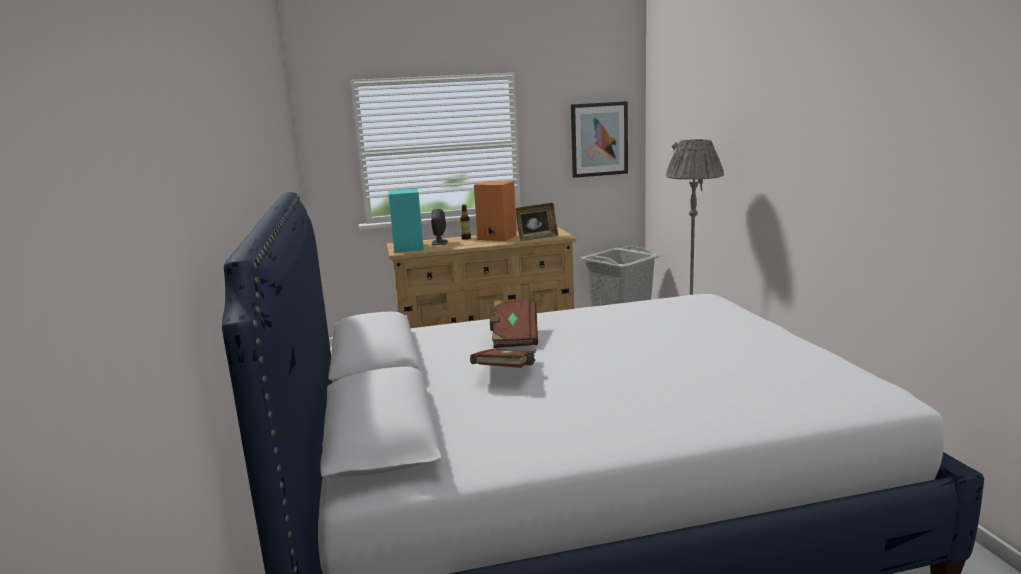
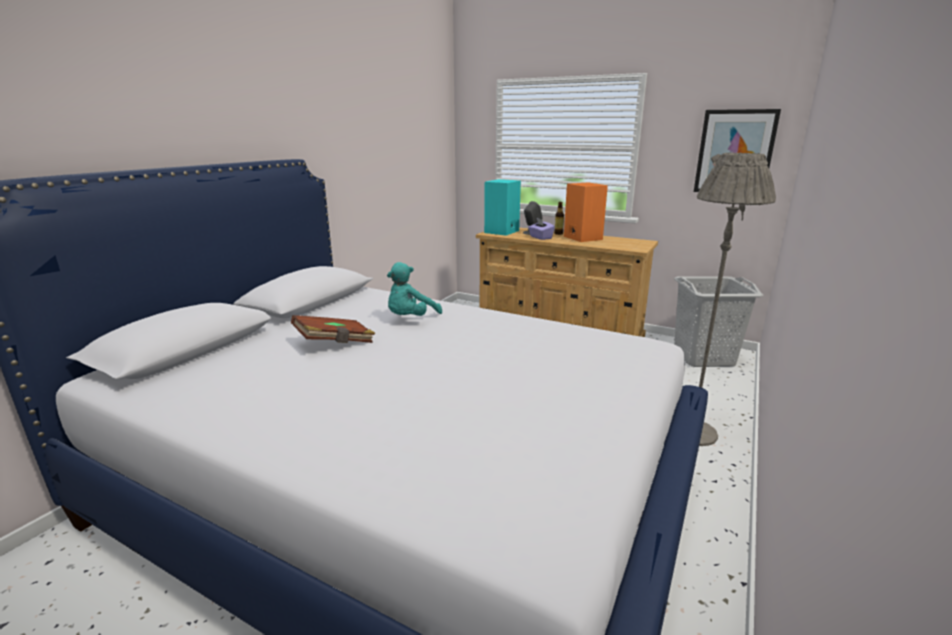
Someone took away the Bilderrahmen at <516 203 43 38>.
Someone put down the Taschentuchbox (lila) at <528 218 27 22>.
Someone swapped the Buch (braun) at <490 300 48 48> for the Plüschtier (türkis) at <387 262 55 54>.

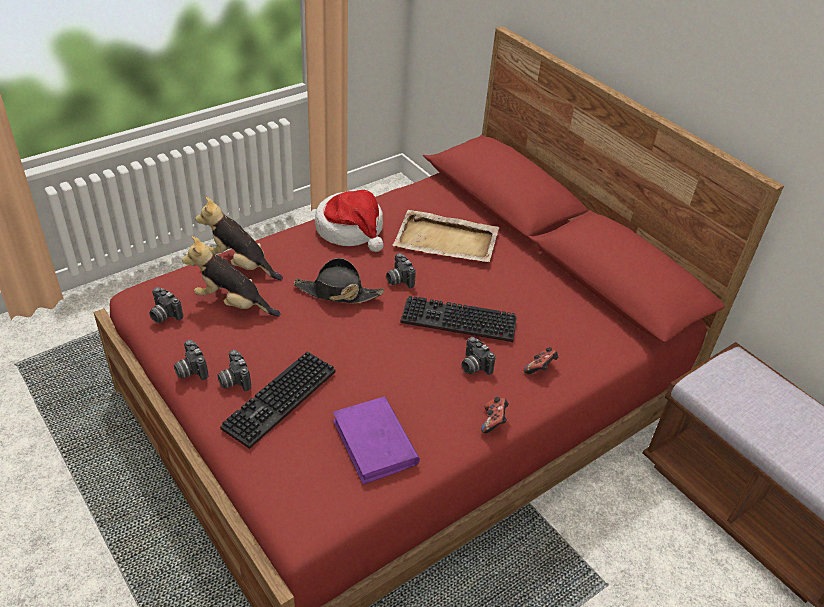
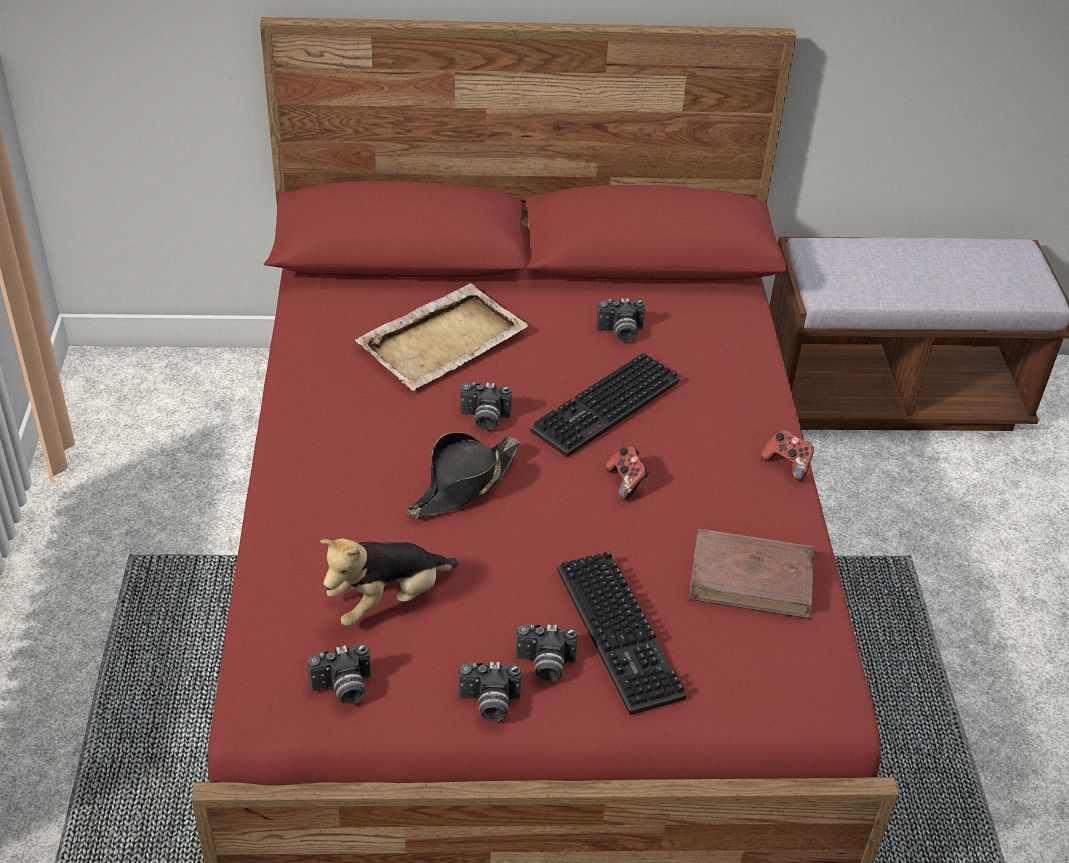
Someone took away the Plüschtier at <195 197 88 83>.
Someone took away the Hut at <315 190 69 62>.
Someone carried the Kamera from <462 337 33 38> to <596 298 50 44>.
Someone carried the Gamepad from <524 347 35 27> to <606 446 43 53>.
Someone repainted the Buch (lila) at <333 396 87 88>, which became the Buch (braun) at <689 529 125 90>.

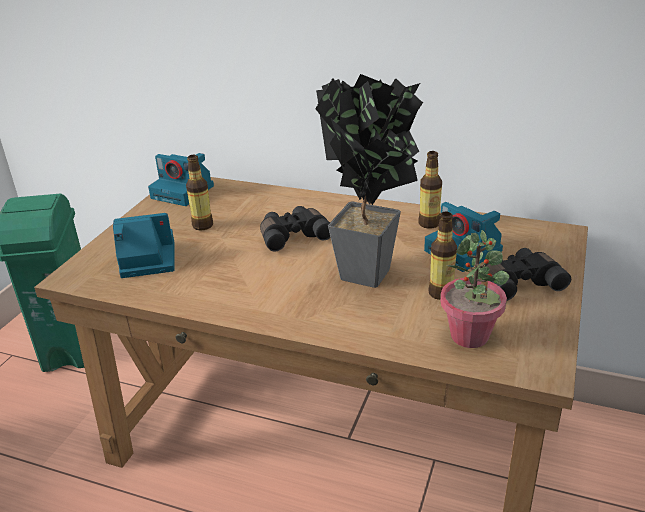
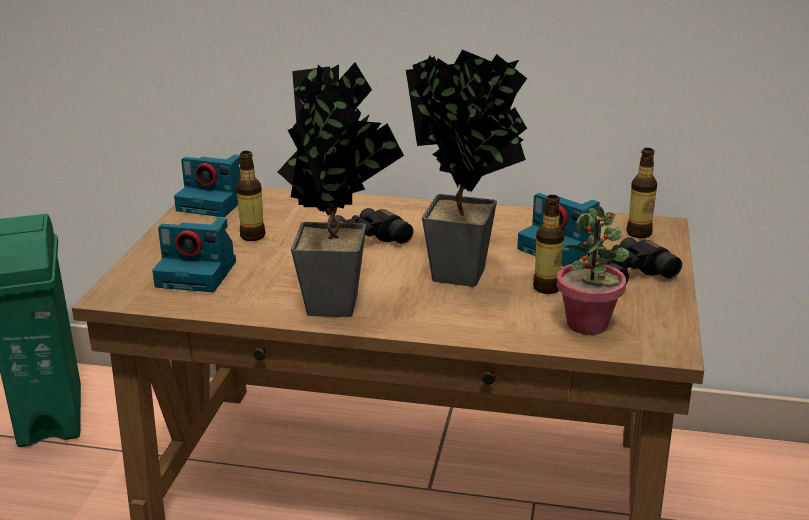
Someone put down the Topfpflanze at <278 62 126 255>.
Someone carried the Flasche from <418 151 24 78> to <626 148 31 90>.
Someone rotated the Kamera at <113 213 62 65> by 150 degrees counterclockwise.

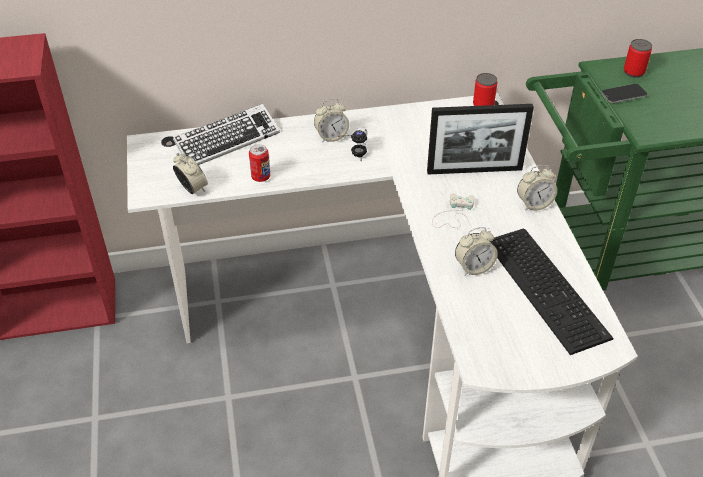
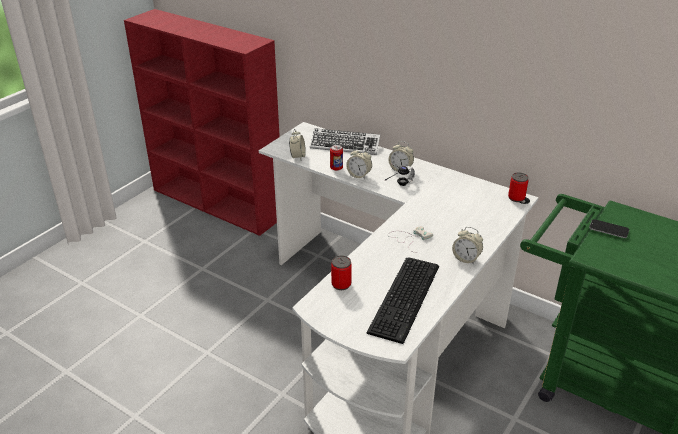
Someone took away the Bilderrahmen at <427 104 107 71>.
Someone carried the Wecker from <455 227 43 48> to <346 147 26 32>.
Someone carried the Dose from <624 39 28 39> to <331 256 21 34>.

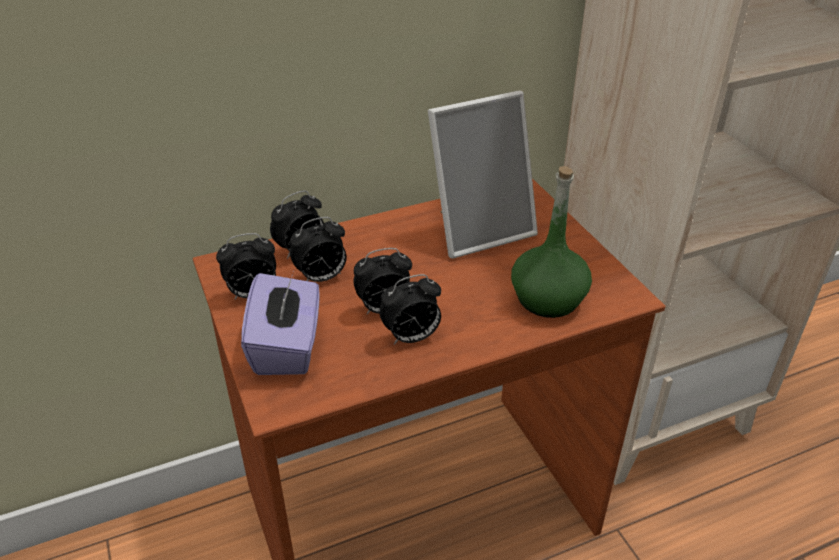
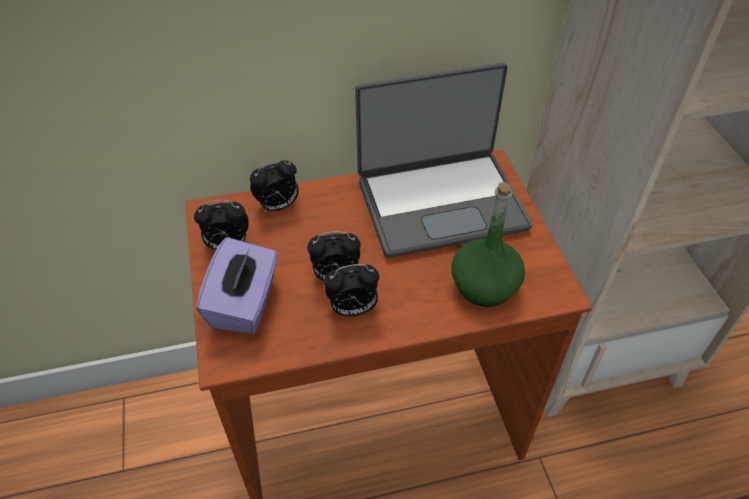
Someone took away the Wecker at <290 217 57 65>.
Someone swapped the Bilderrahmen at <428 91 110 168> for the Laptop at <355 62 178 196>.

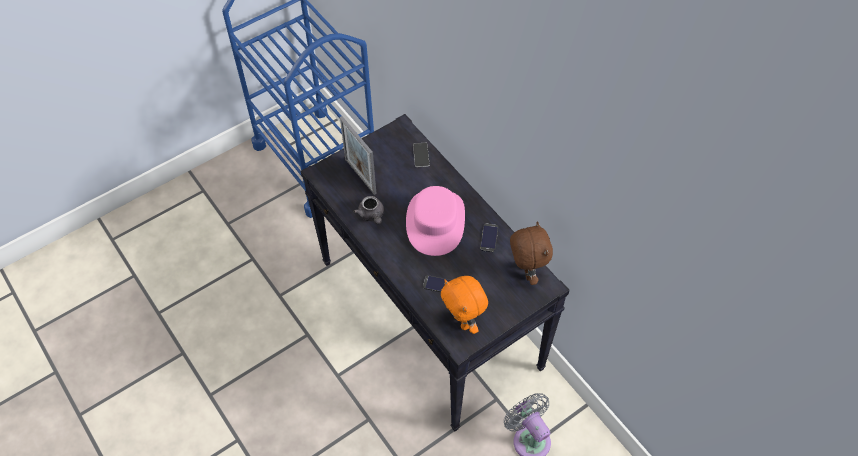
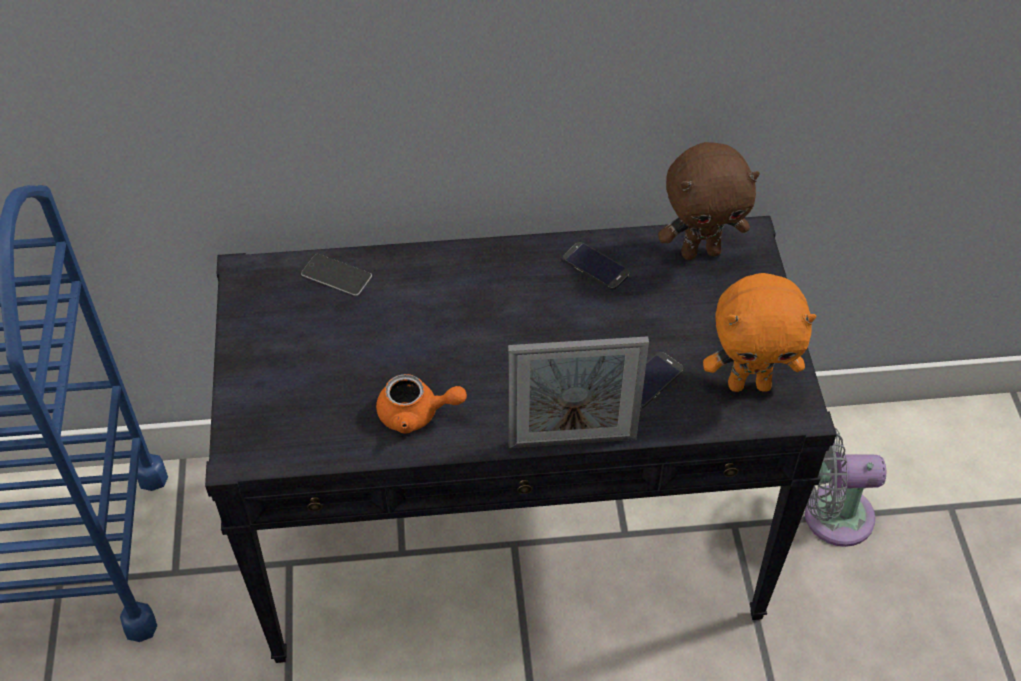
Someone took away the Hut (rosa) at <406 186 59 70>.
Someone carried the Bilderrahmen from <340 116 37 79> to <508 336 141 112>.
Someone repainted the Teekanne (grau) at <353 196 31 28>, which became the Teekanne (orange) at <376 374 91 59>.
Someone rotated the Plüschtier (braun) at <510 221 43 64> by 150 degrees clockwise.

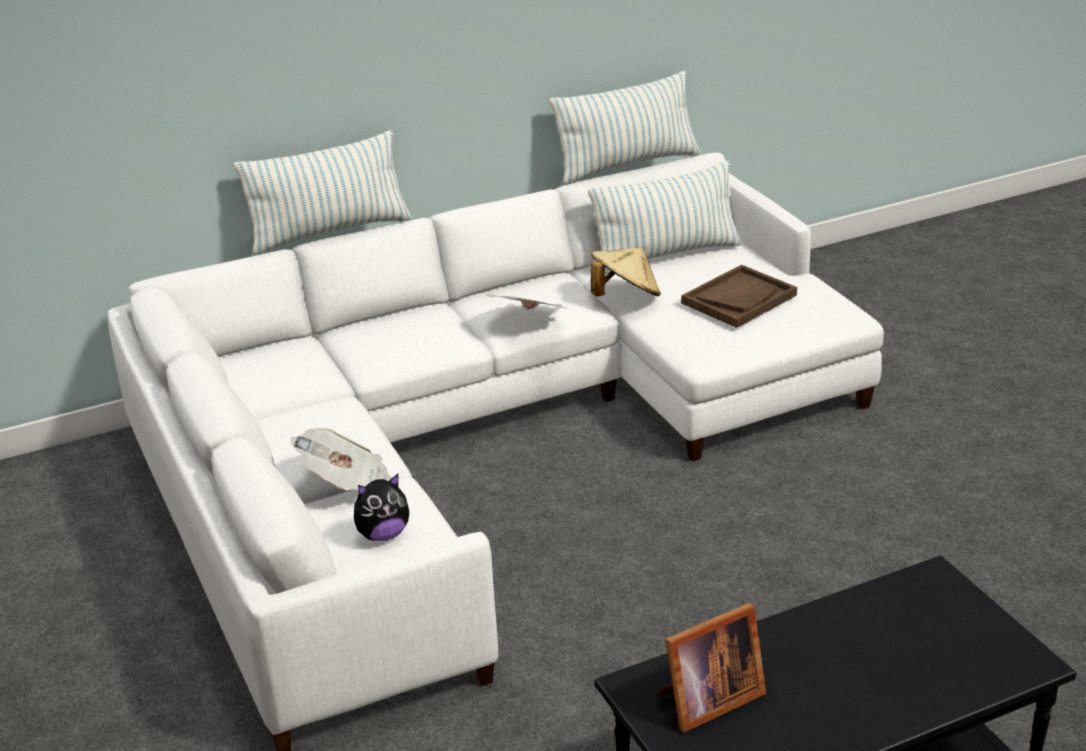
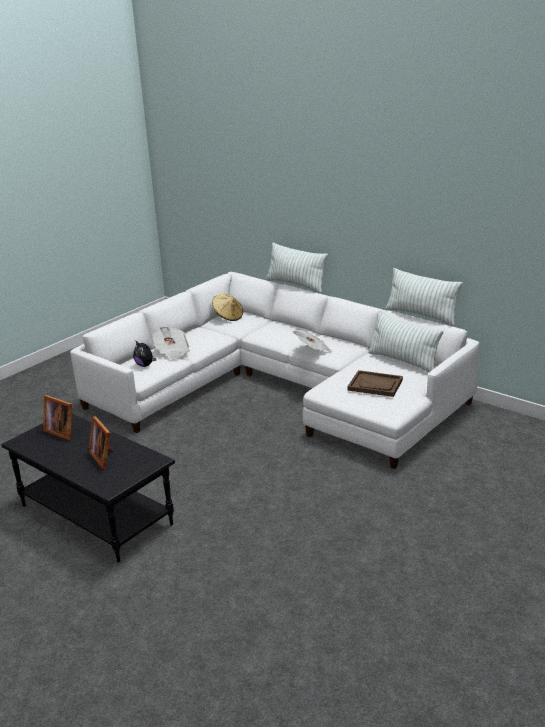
Someone put down the Bilderrahmen at <89 416 25 53>.
Someone carried the Hut (beige) from <590 247 71 49> to <212 293 31 28>.

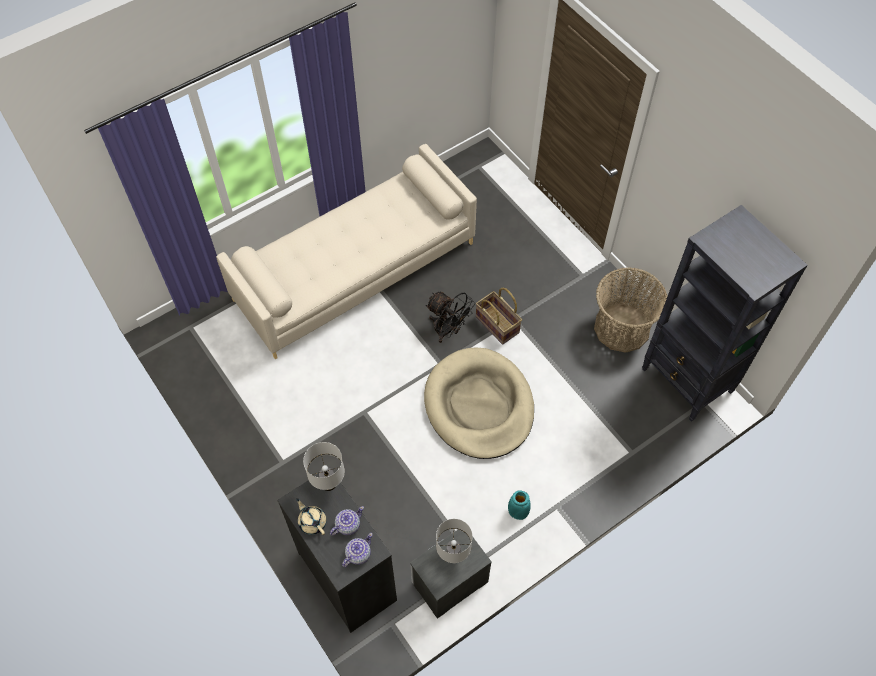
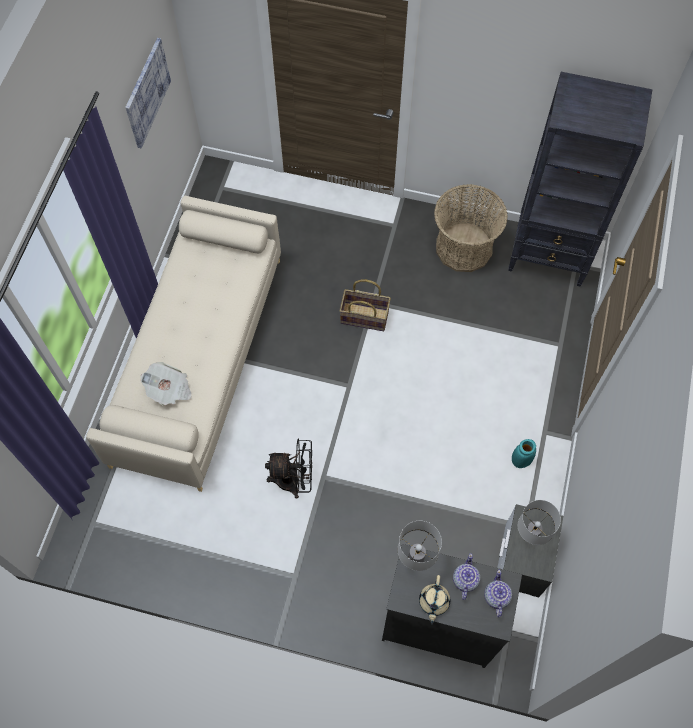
Someone took away the Hundebett (beige) at <424 347 110 112>.
Someone put up the Bild at <125 38 46 111>.
Someone put down the Zeitung at <140 362 52 44>.
Someone carried the Ventilator (schwarz) from <426 292 49 51> to <265 439 47 60>.
Someone rotated the Teekanne (beige) at <296 498 31 37> by 90 degrees counterclockwise.

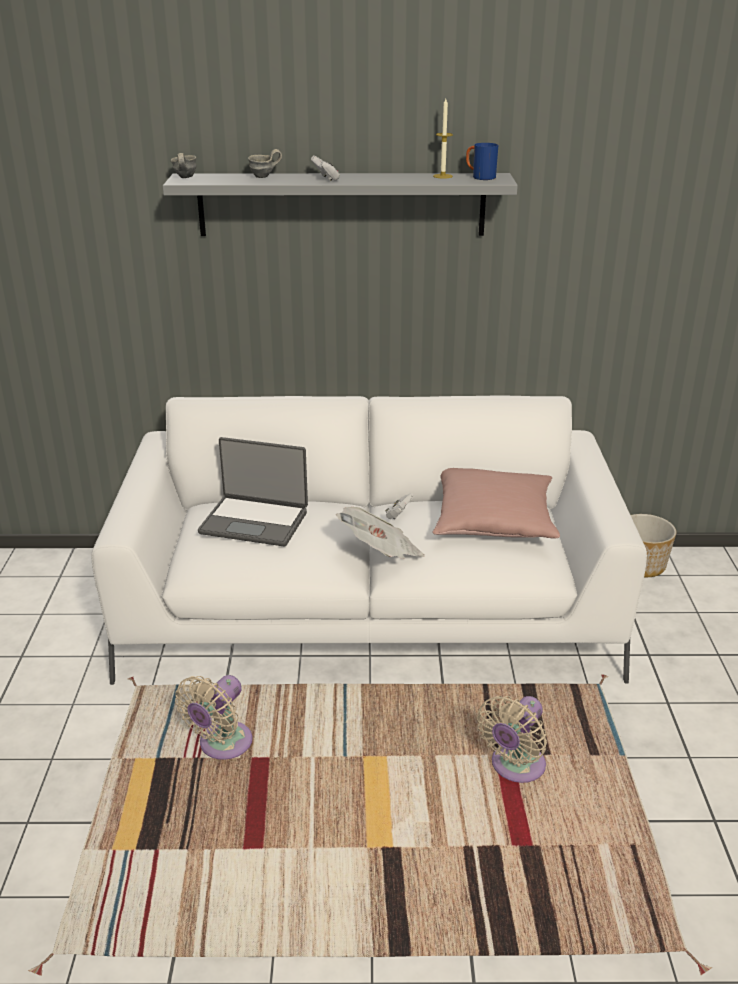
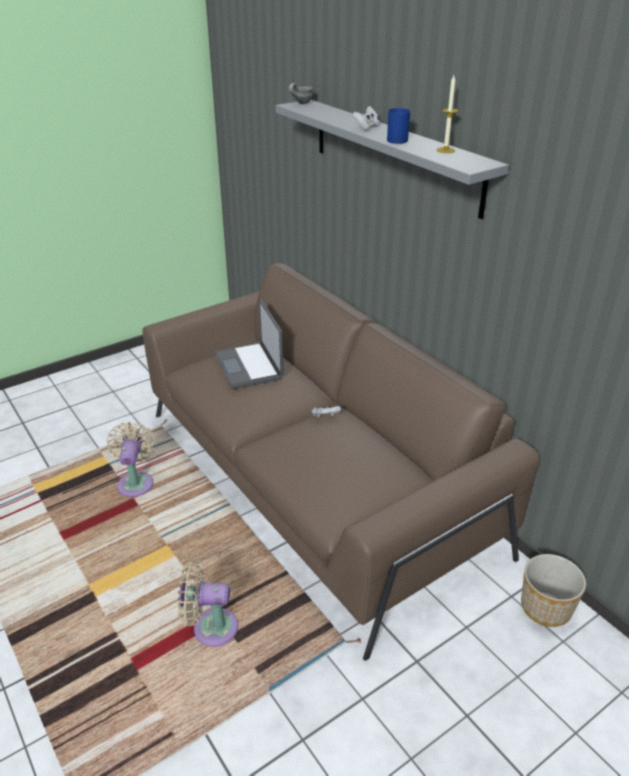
Someone took away the Henkelbecher (grau) at <248 149 34 29>.
Someone took away the Zeitung at <336 507 89 52>.
Someone took away the Kissen (rosa) at <433 468 127 71>.
Someone carried the Henkelbecher (blau) from <466 143 32 37> to <387 108 23 36>.
Someone repainted the Sofa (weiß) at <91 396 556 289>, which became the Sofa (braun) at <142 263 398 398>.
Someone rotated the Ventilator (beige) at <175 675 77 85> by 90 degrees clockwise.

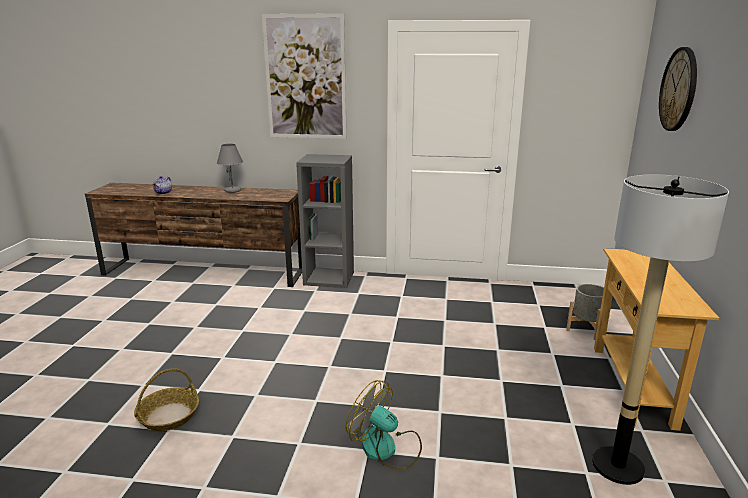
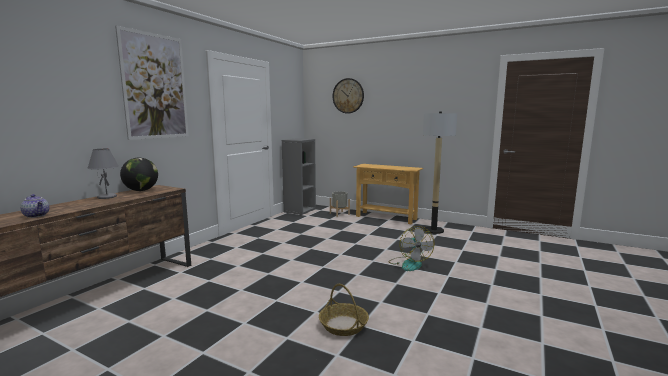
Someone put down the Globus at <120 158 38 33>.
Someone carried the Bücherregal (grau) from <296 154 58 134> to <282 138 34 77>.
Someone rotated the Ventilator at <346 380 76 89> by 60 degrees counterclockwise.

